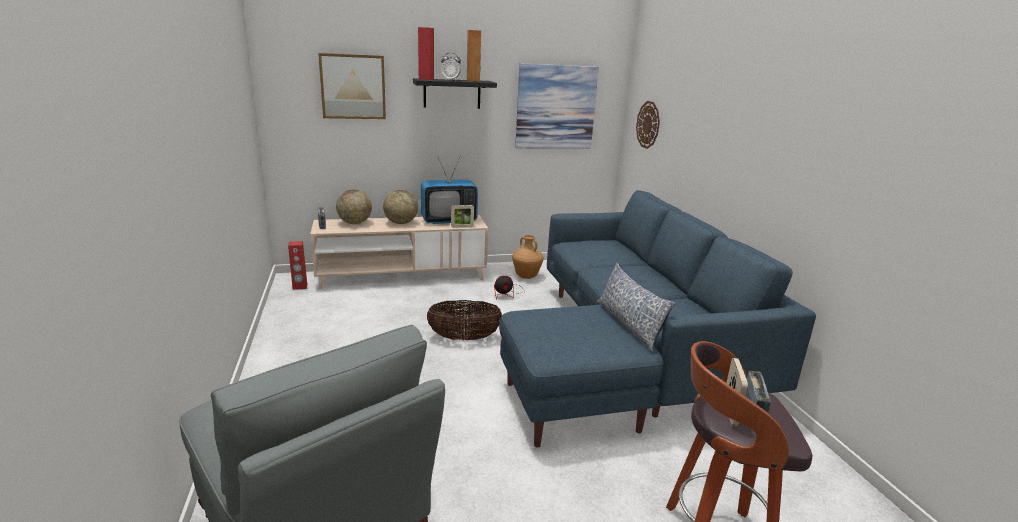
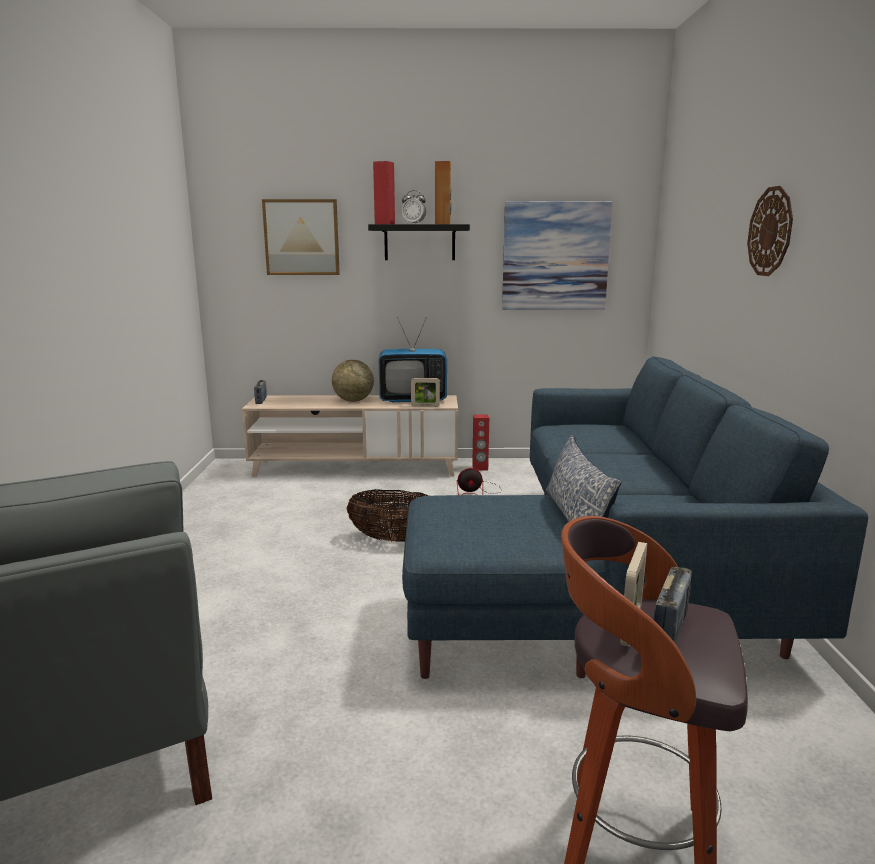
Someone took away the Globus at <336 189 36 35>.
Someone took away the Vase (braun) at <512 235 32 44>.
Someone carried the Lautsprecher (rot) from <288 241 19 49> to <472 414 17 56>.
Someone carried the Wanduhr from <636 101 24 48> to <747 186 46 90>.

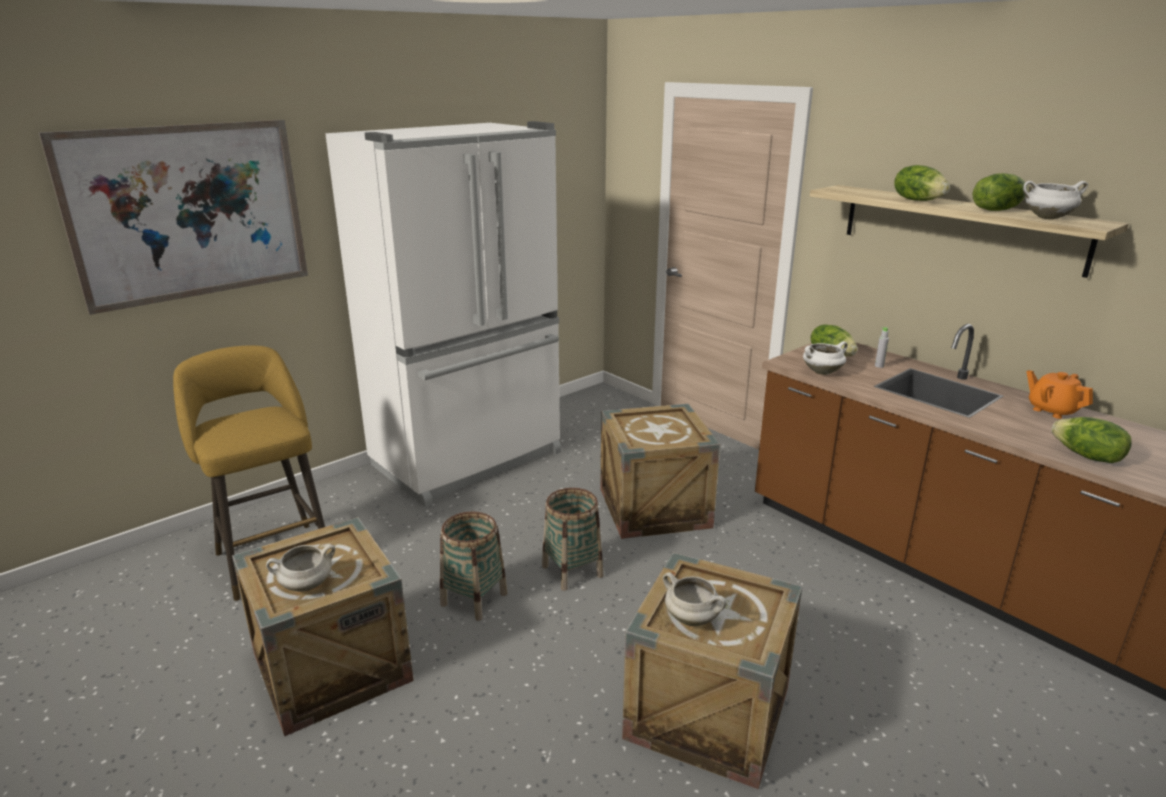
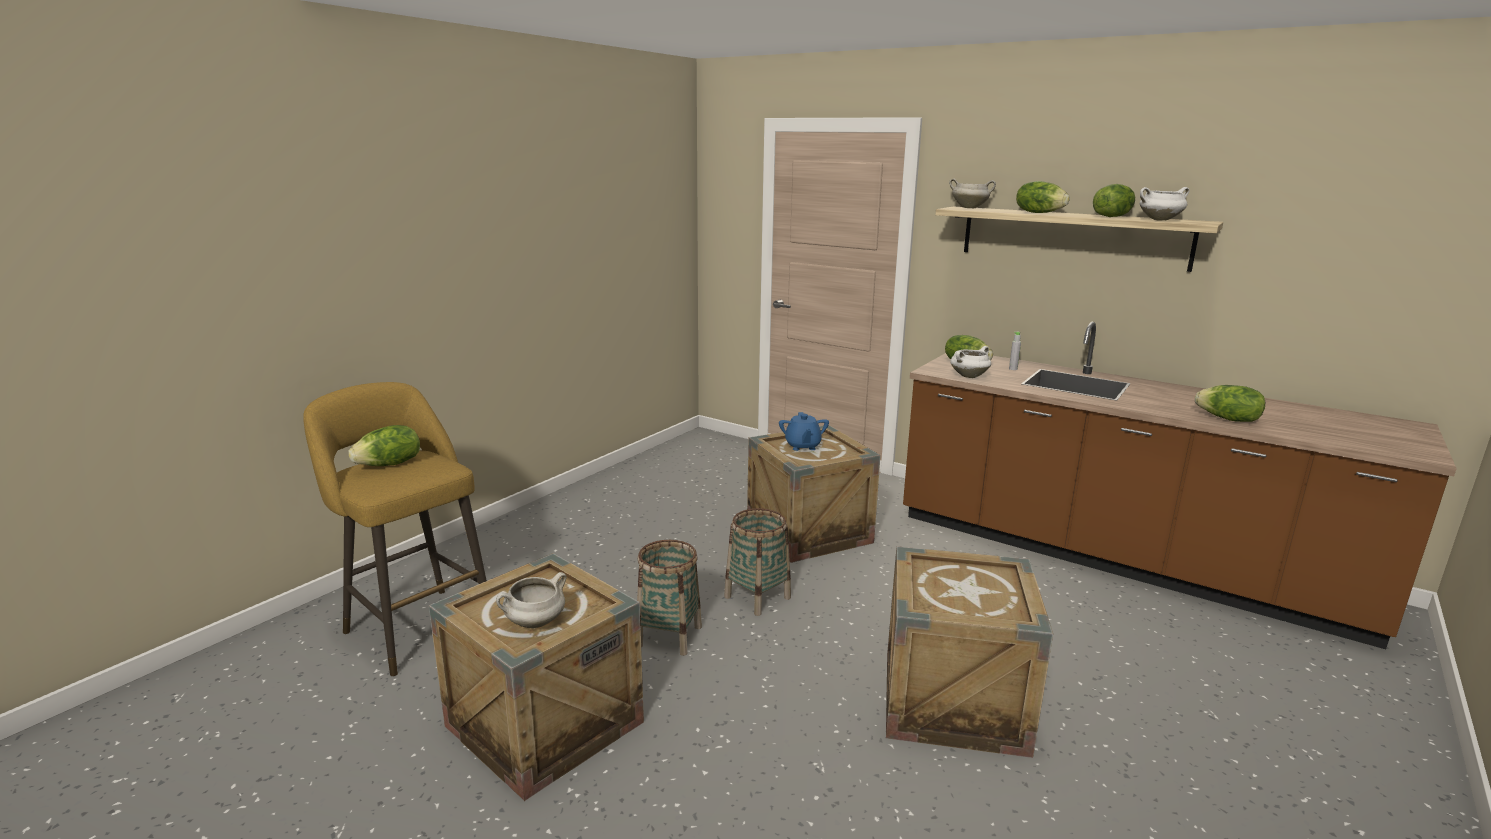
Someone took away the Bild at <39 120 269 195>.
Someone took away the Kühlschrank (weiß) at <325 121 236 386>.
Someone took away the Teekanne (orange) at <1026 370 67 49>.
Someone put down the Salatkopf at <348 425 72 41>.
Someone put down the Teekanne (blau) at <779 412 50 39>.
Someone carried the Kochtopf (weiß) from <663 572 64 54> to <949 178 47 30>.

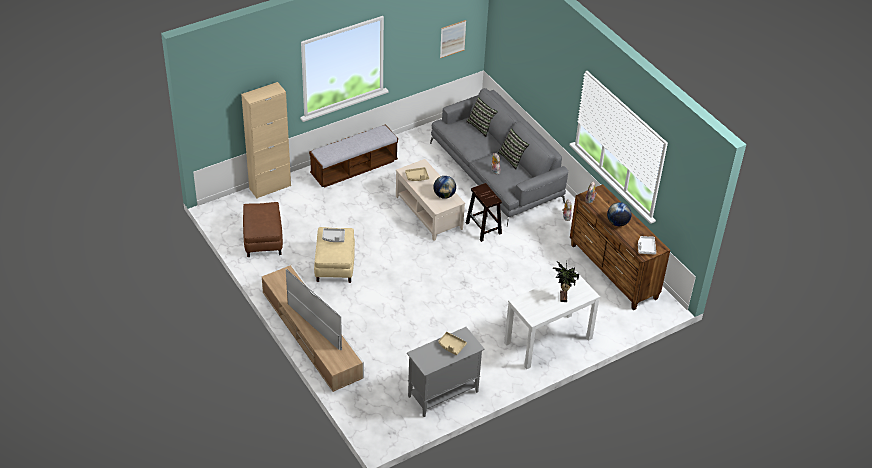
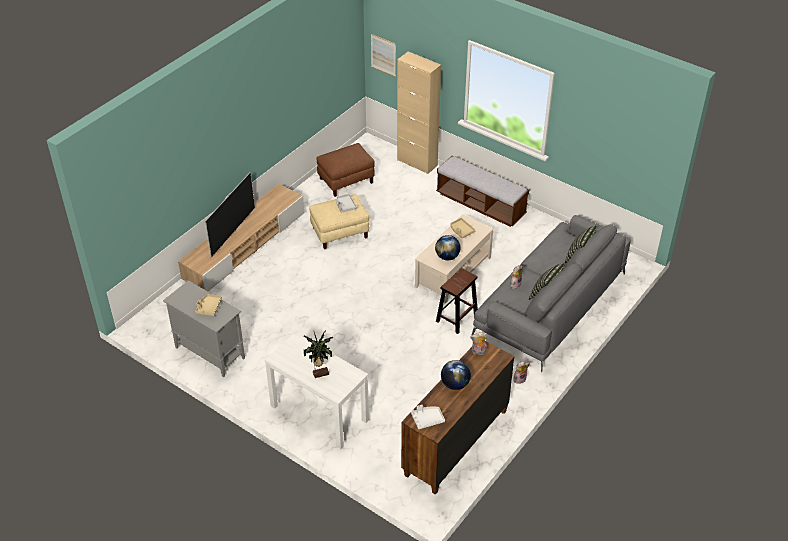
Someone carried the Bild from <440 20 26 38> to <371 34 25 43>.

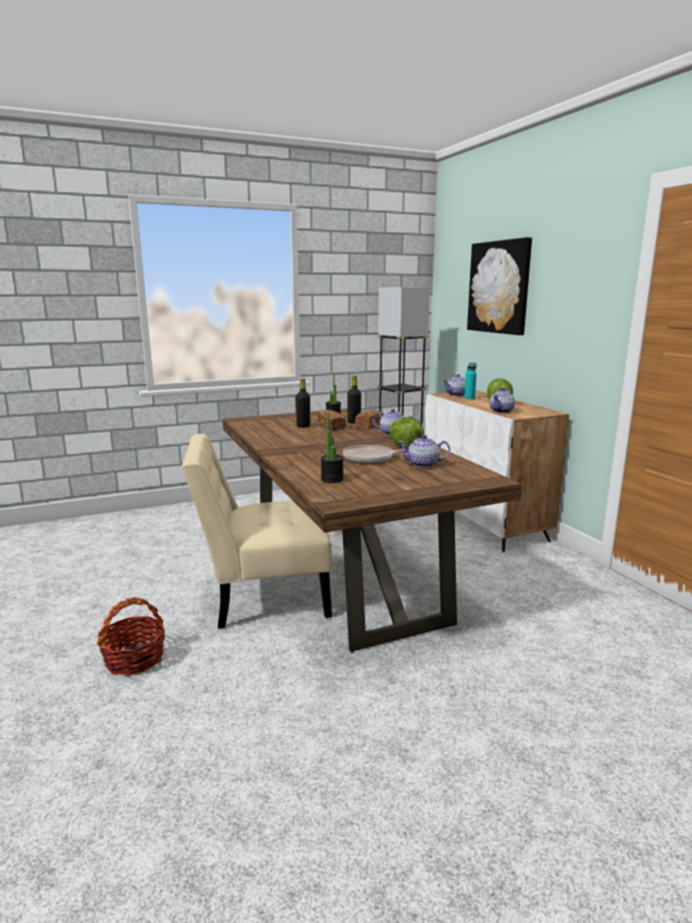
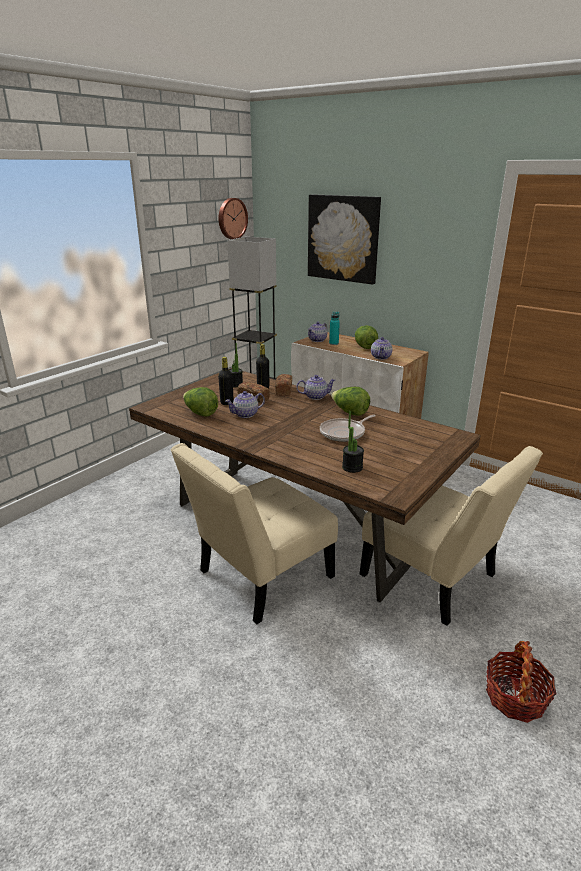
Someone put down the Salatkopf at <183 387 35 30>.
Someone put up the Wanduhr at <219 198 29 41>.
Someone put down the Stuhl (beige) at <359 446 184 180>.
Someone carried the Korb from <97 597 68 79> to <486 641 70 82>.
Someone carried the Teekanne from <398 435 52 33> to <225 391 40 27>.

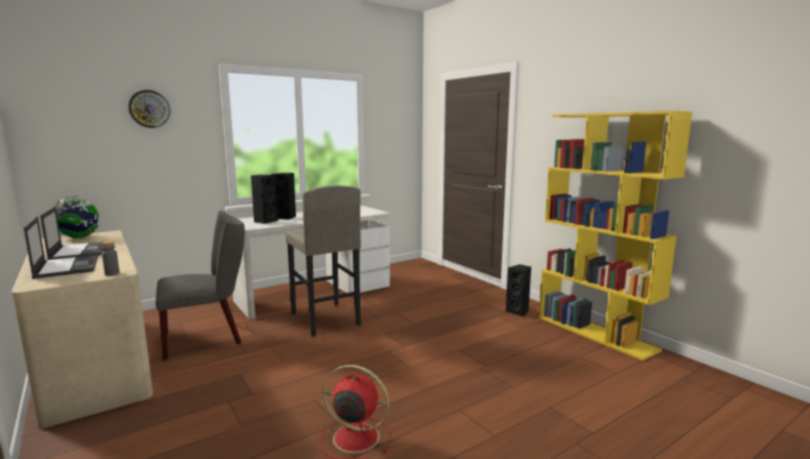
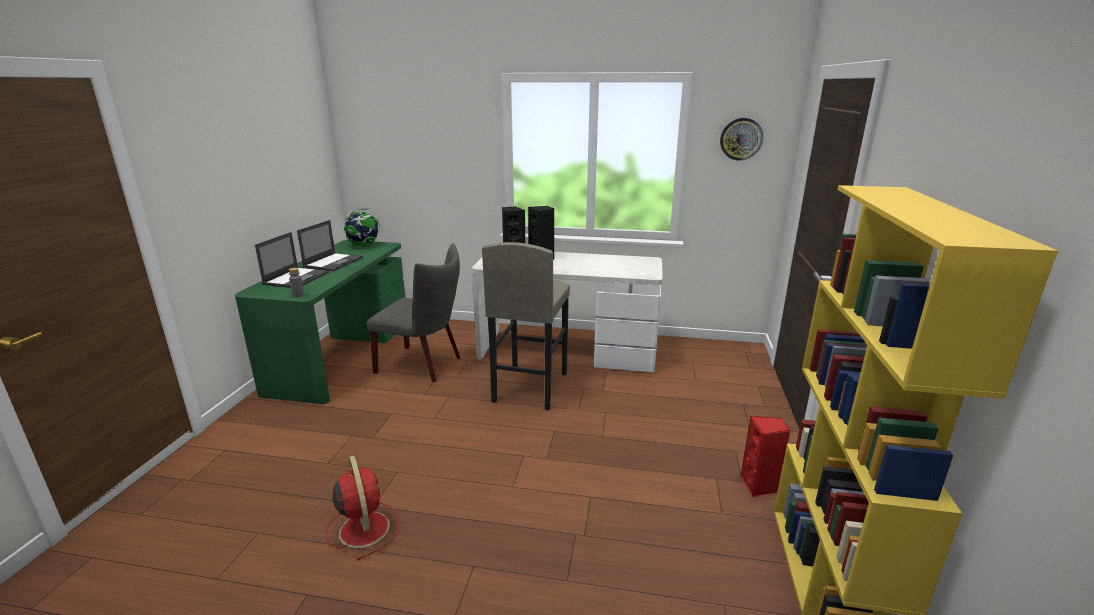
Someone carried the Wanduhr from <128 90 42 38> to <720 118 43 42>.
Someone repainted the Schreibtisch (beige) at <11 231 142 197>, which became the Schreibtisch (grün) at <235 240 170 164>.
Someone repainted the Lautsprecher (schwarz) at <505 264 26 53>, which became the Lautsprecher (rot) at <740 416 51 81>.

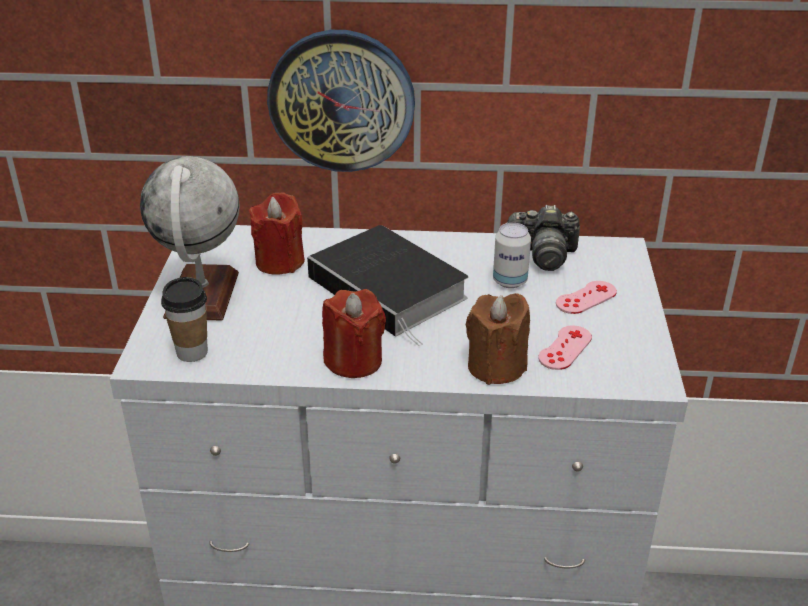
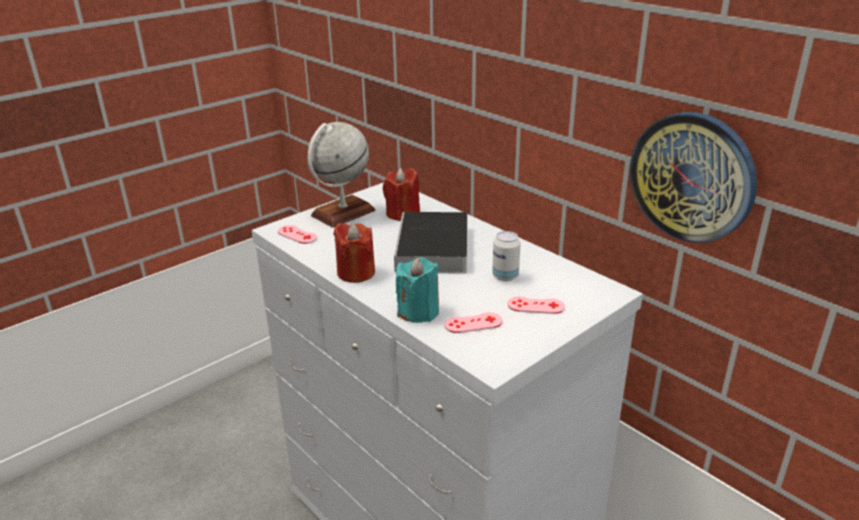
Someone took away the Kamera at <505 205 75 66>.
Someone carried the Wanduhr from <267 30 148 142> to <630 112 127 131>.
Someone swapped the Tasse at <161 277 47 85> for the Gamepad (rosa) at <278 225 39 19>.
Someone repainted the Kerze (braun) at <466 293 64 92>, which became the Kerze (türkis) at <396 257 43 66>.

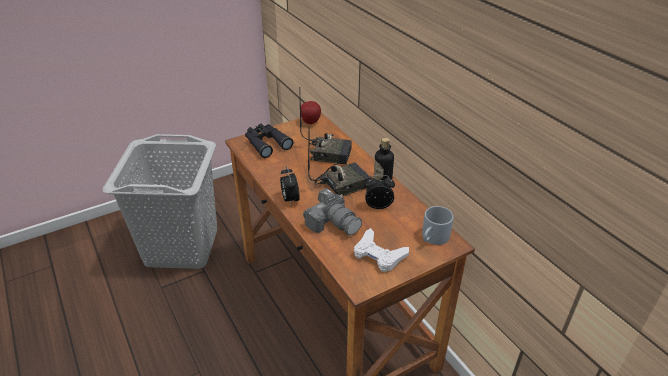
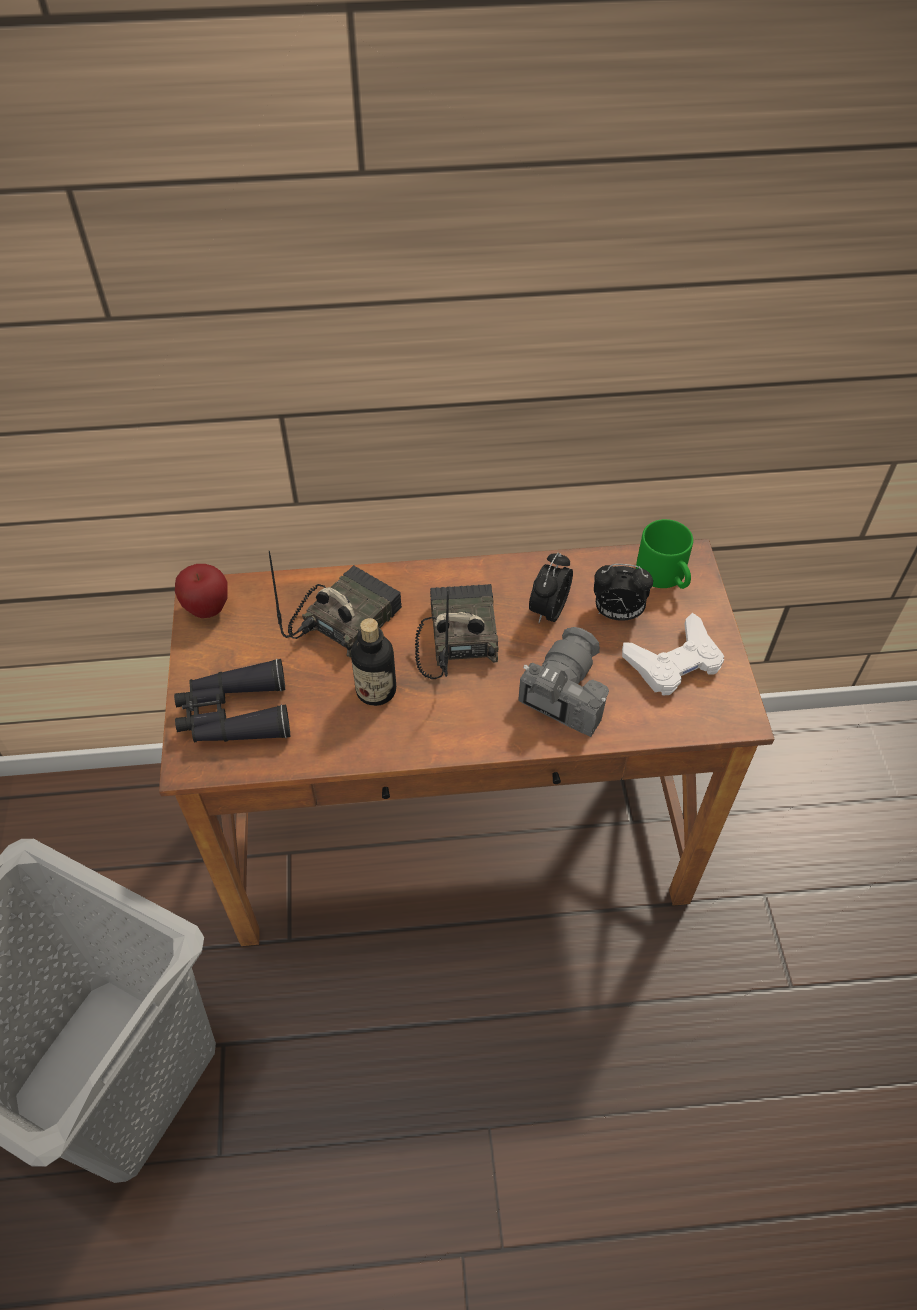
Someone carried the Wecker from <280 167 20 39> to <594 564 59 57>.
Someone carried the Flasche from <374 138 20 42> to <351 618 45 88>.
Someone repainted the Henkelbecher (grau) at <422 206 32 39>, which became the Henkelbecher (grün) at <636 519 57 70>.
Someone rotated the Kamera at <303 188 59 47> by 45 degrees counterclockwise.

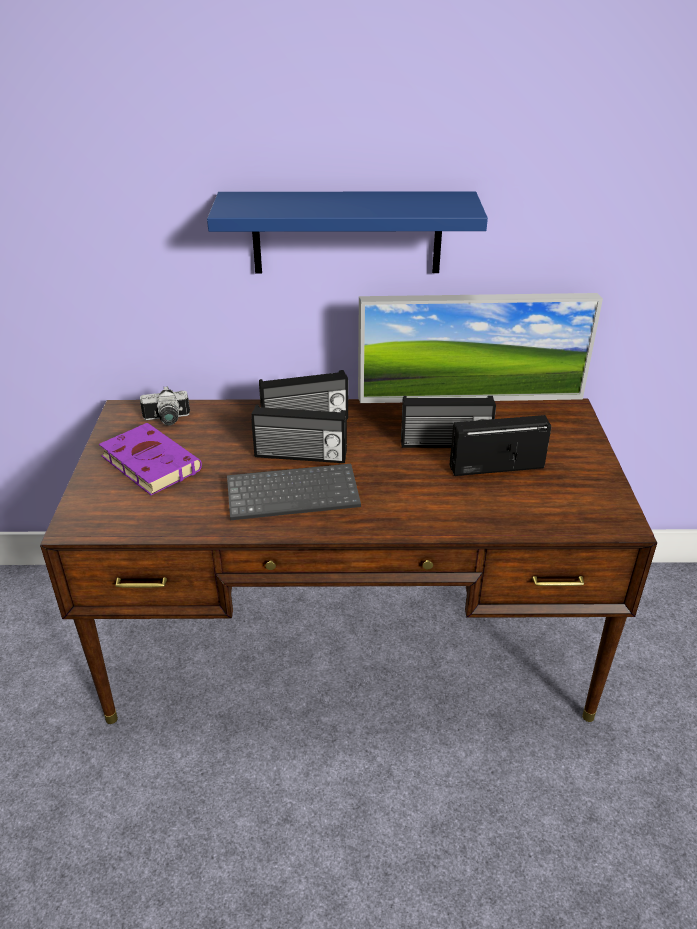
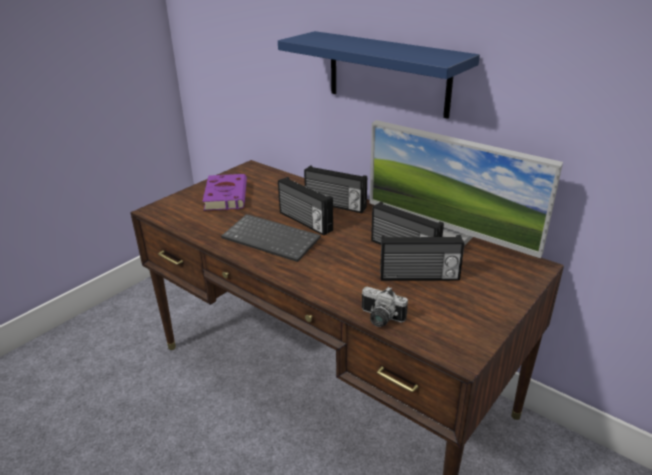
Someone carried the Kamera from <140 386 50 40> to <362 286 46 41>.
Someone rotated the Radio at <450 415 101 61> by 150 degrees clockwise.

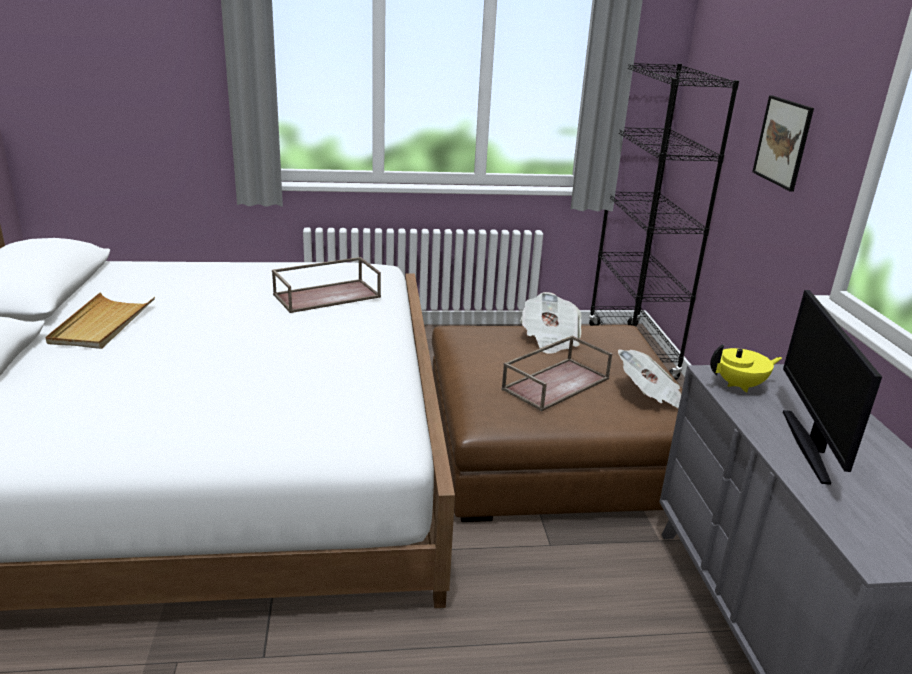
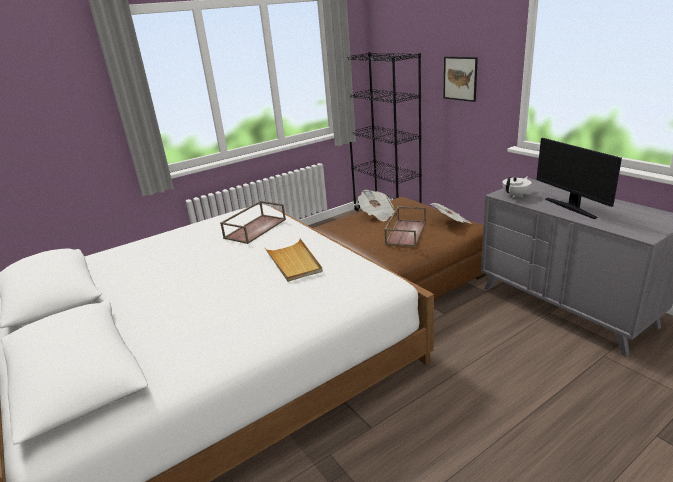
Someone carried the Tablett (beige) from <45 292 110 57> to <264 238 59 44>.
Someone repainted the Teekanne (gelb) at <710 344 72 49>, which became the Teekanne (weiß) at <502 176 30 22>.

